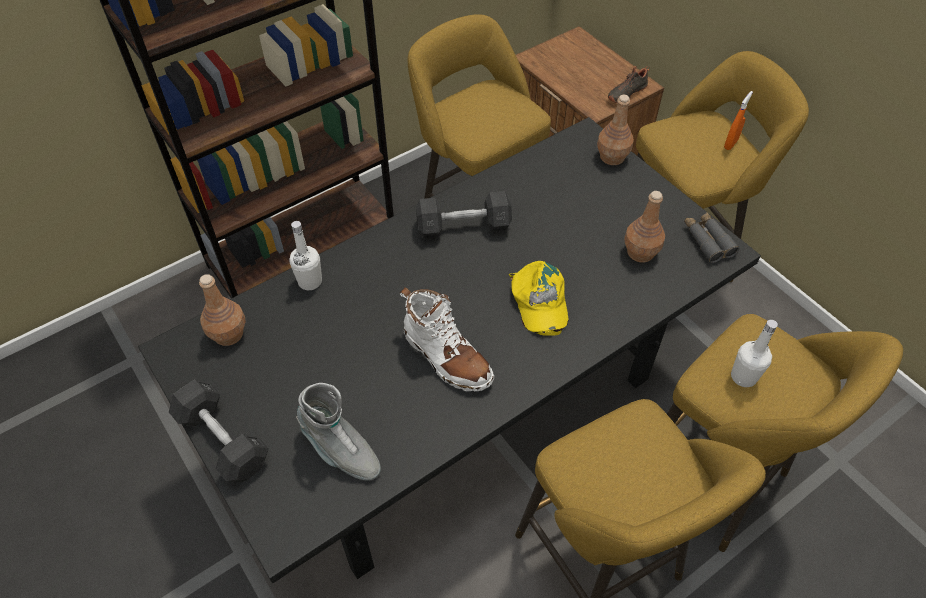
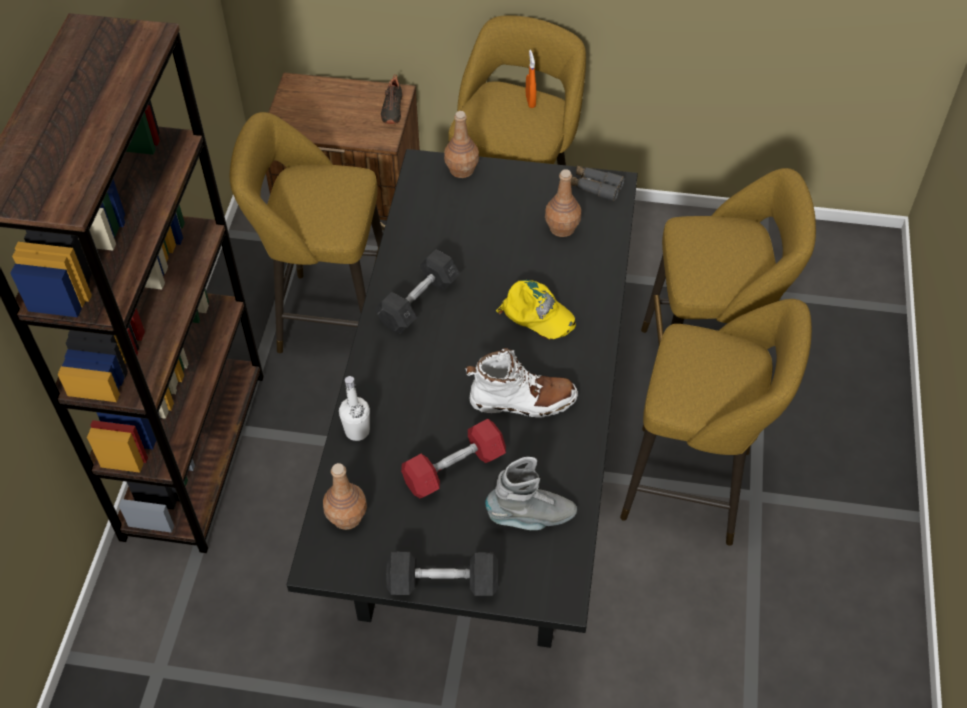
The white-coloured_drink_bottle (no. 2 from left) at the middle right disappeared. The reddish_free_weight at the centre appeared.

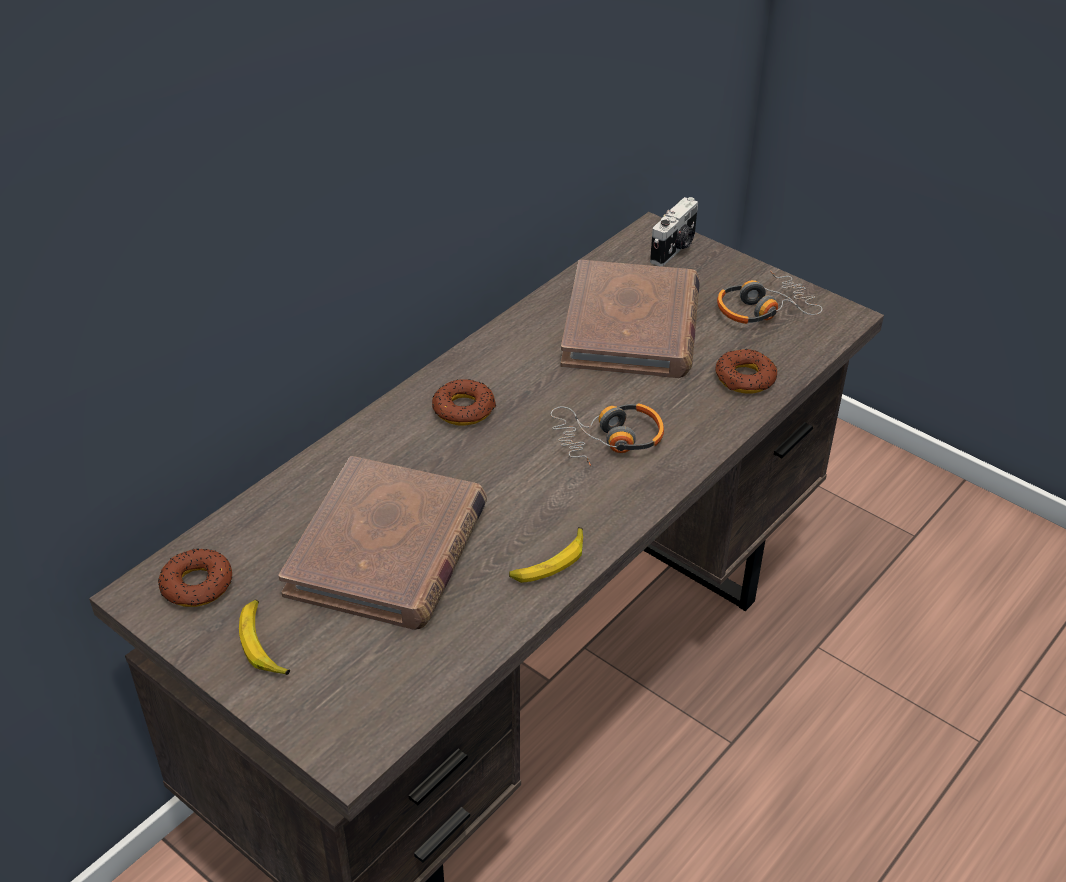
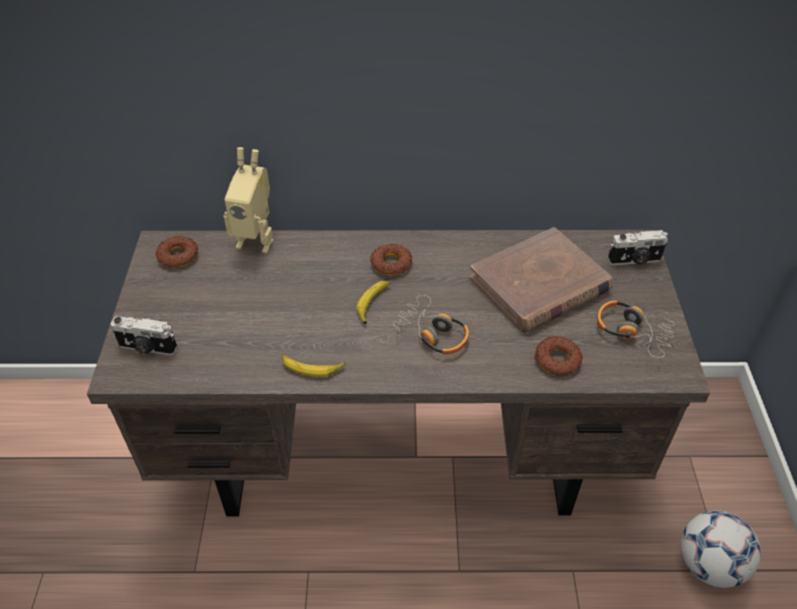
The brown-coloured_bound_book (no. 1 from left) at the centre disappeared. The whole_banana (no. 1 from left in the first image) moved from the bottom left to the centre. The robot_figure at the top left appeared. The photo_camera (no. 1 from left) at the middle left appeared. The football at the bottom right appeared.

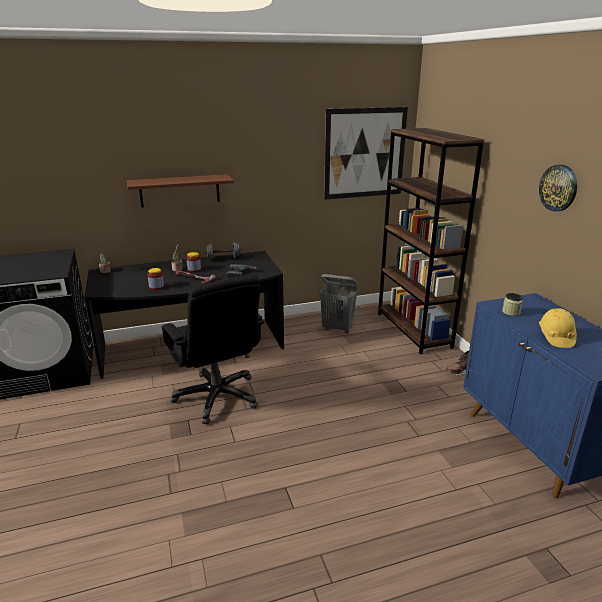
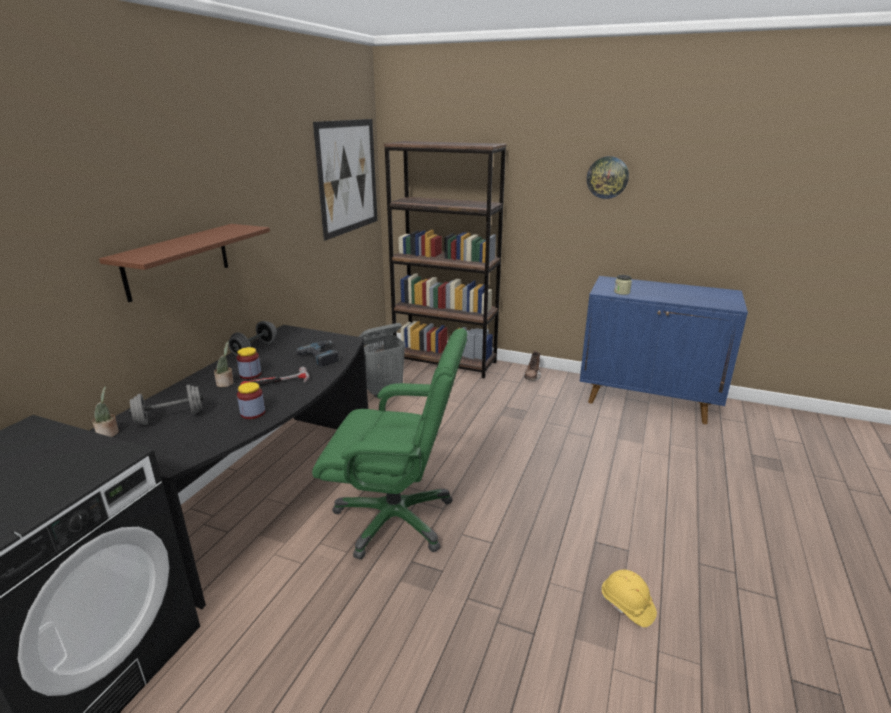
The black_computer_chair at the centre became the greenish_computer_chair at the centre. The yellow-coloured_safety_helmet moved from the middle right to the bottom right. The gray_free_weight (no. 1 from left) at the middle left appeared.

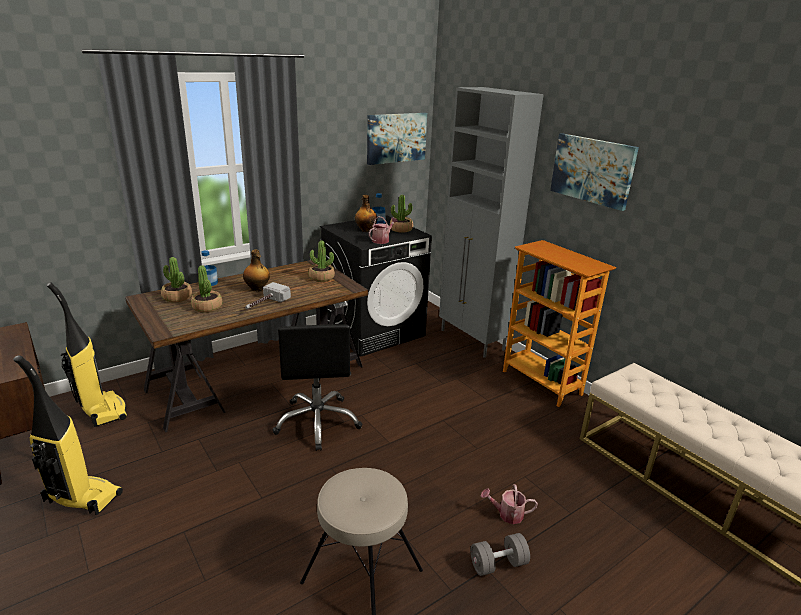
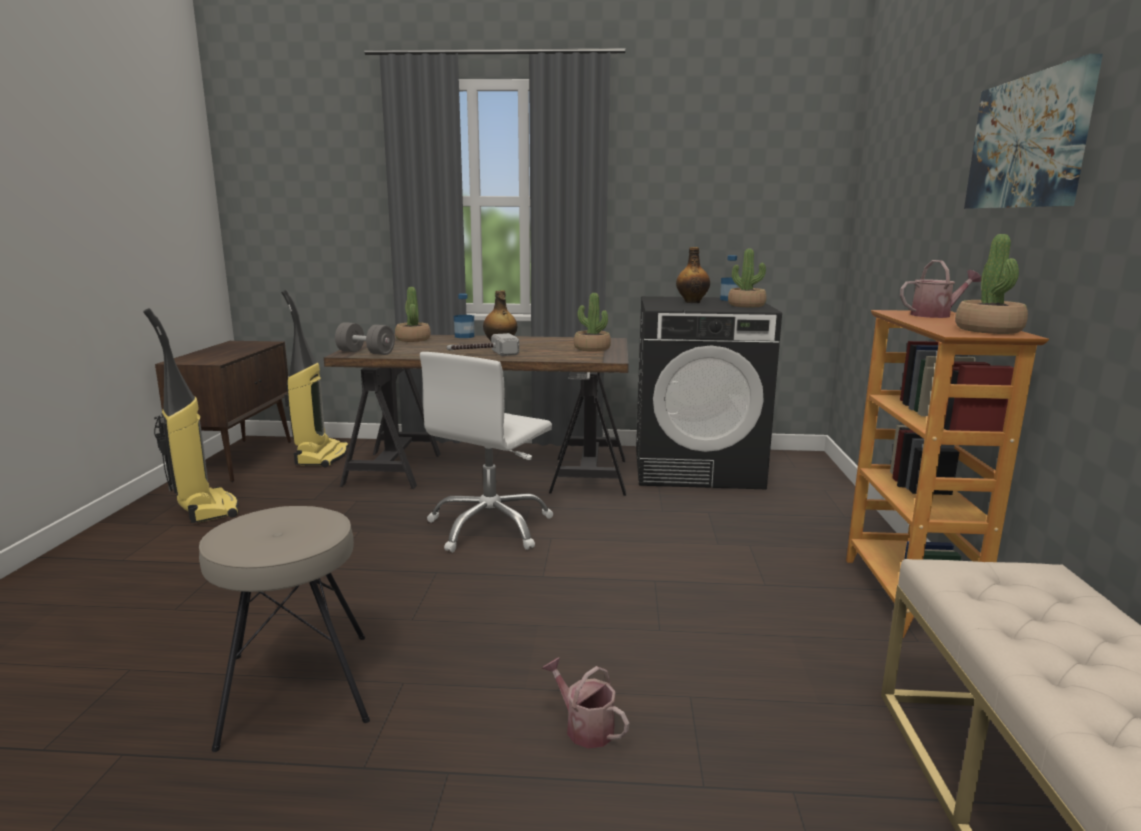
The gray_storage_cabinet at the centre disappeared. The picture (no. 1 from left) at the top centre disappeared. The watering_pot (no. 1 from left in the first image) moved from the centre to the middle right. The plant_in_a_pot (no. 2 from left in the first image) moved from the middle left to the middle right. The black_computer_chair at the centre became the white-coloured_computer_chair at the centre. The gray_free_weight moved from the bottom centre to the middle left.

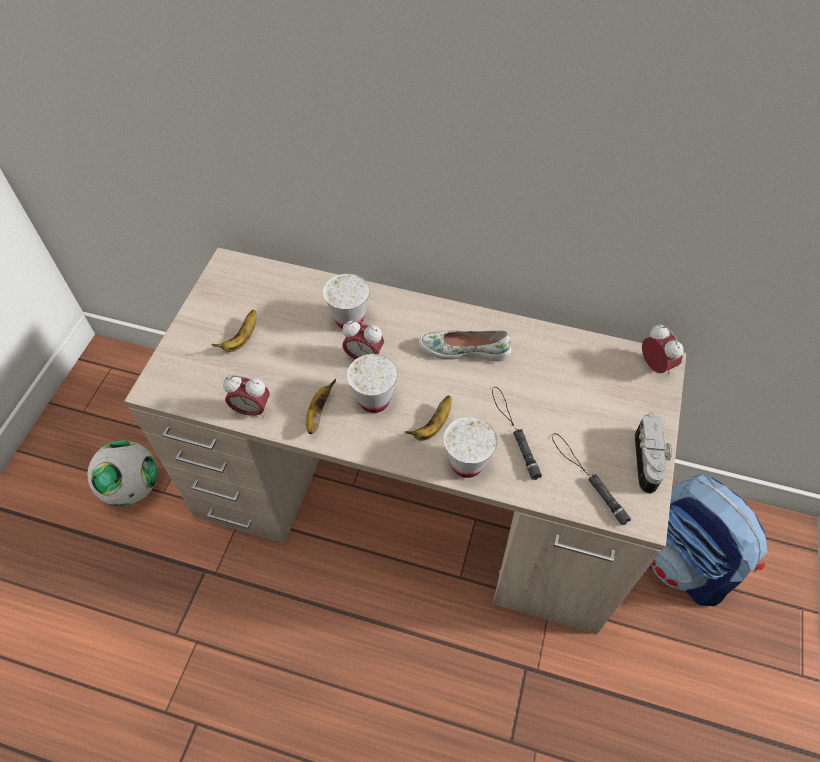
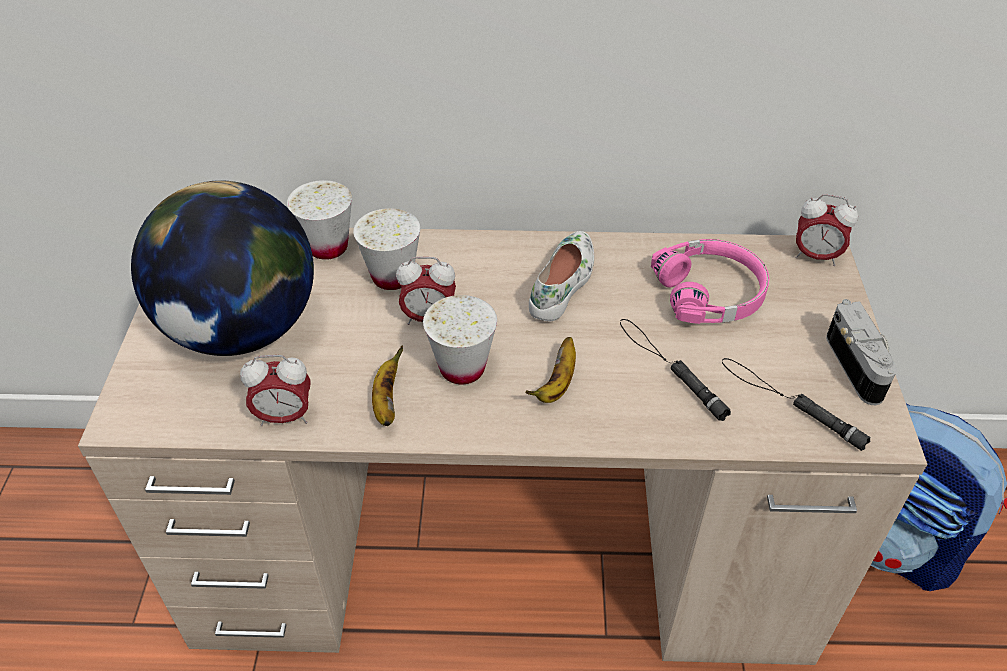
The whole_banana (no. 1 from left) at the middle left was replaced by the globe at the middle left. The bedside_clock (no. 3 from left) at the middle right turned 150 degrees clockwise. The white-coloured_shoe at the centre turned 120 degrees clockwise. The white-coloured_drinking_cup (no. 3 from left in the first image) moved from the centre to the top left. The football at the middle left disappeared. The pink-coloured_pair_of_headphones at the middle right appeared.

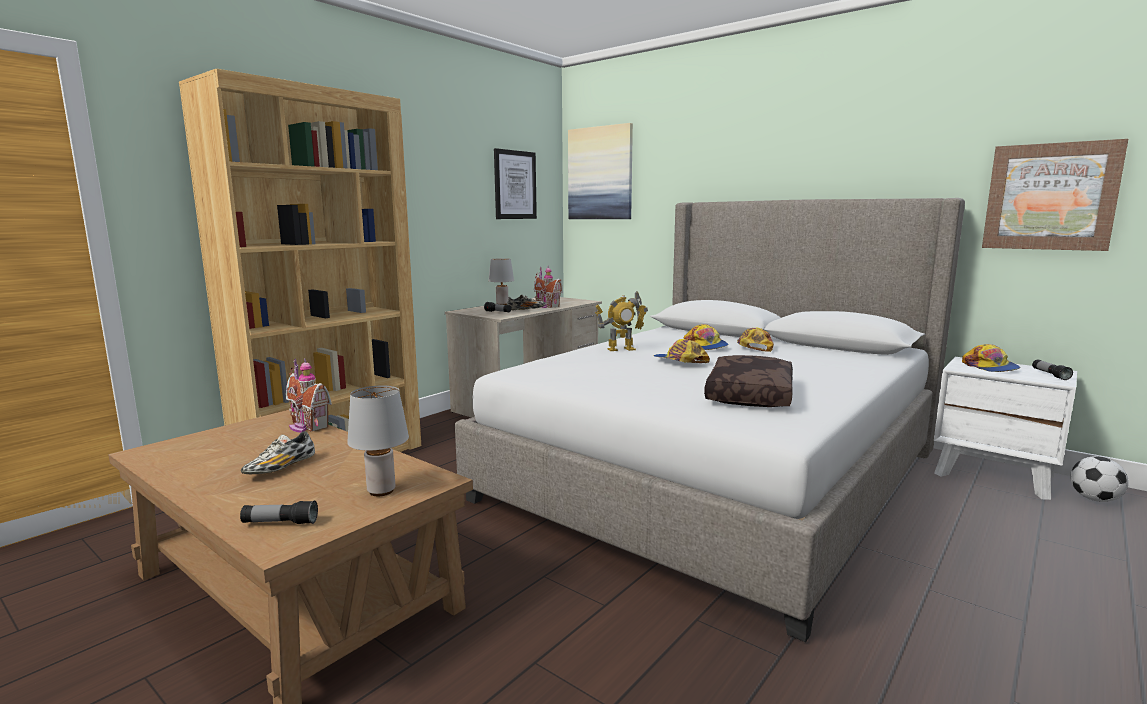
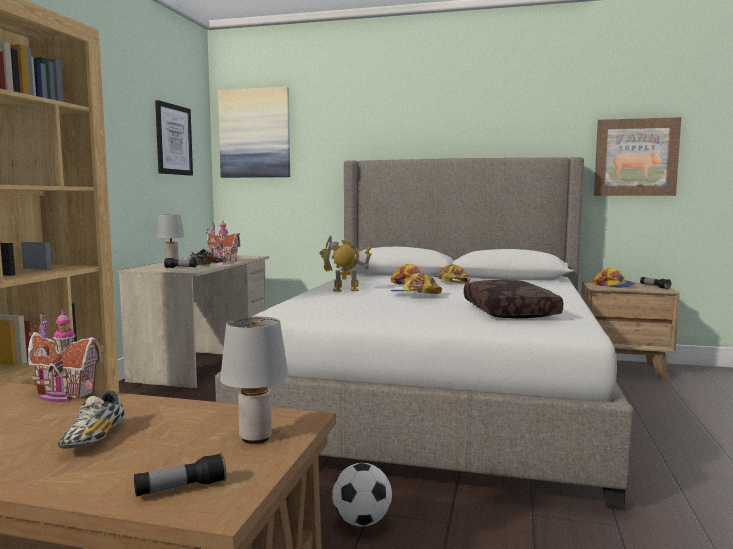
The robot_figure at the centre turned 150 degrees counterclockwise. The white-coloured_nightstand at the middle right became the brown-coloured_nightstand at the middle right. The football moved from the bottom right to the bottom centre.

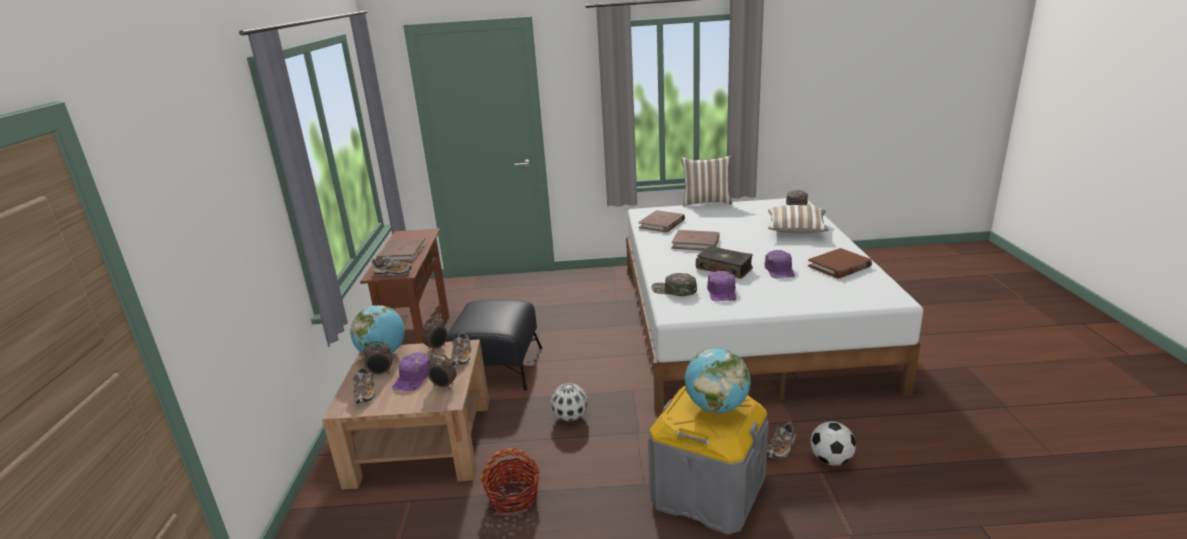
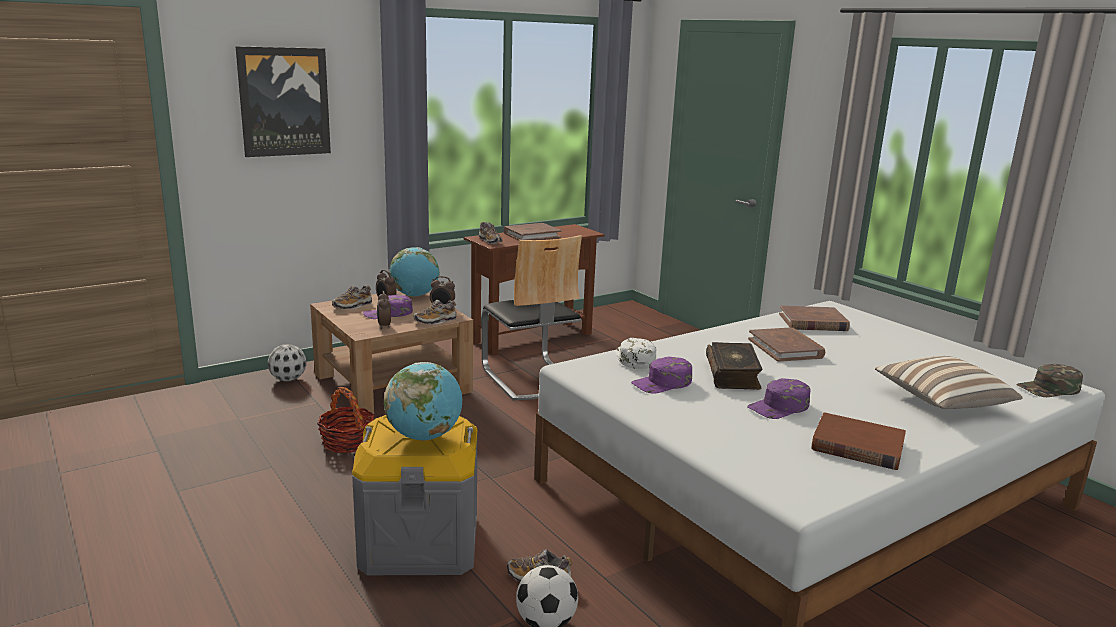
The throw_pillow (no. 1 from left) at the centre disappeared. The greenish_cap (no. 1 from left) at the centre became the white-coloured_cap at the centre. The black_ottoman at the centre was replaced by the plain_chair at the centre. The football (no. 1 from left) moved from the bottom centre to the middle left. The picture at the top left appeared.

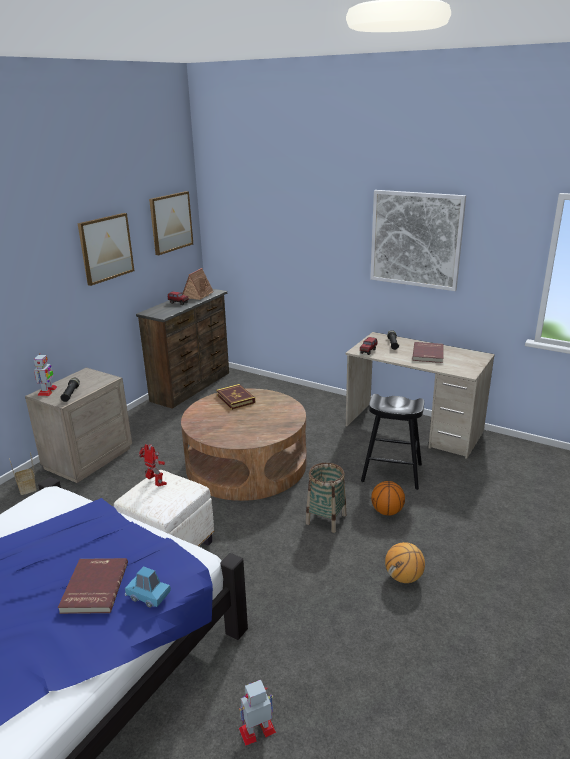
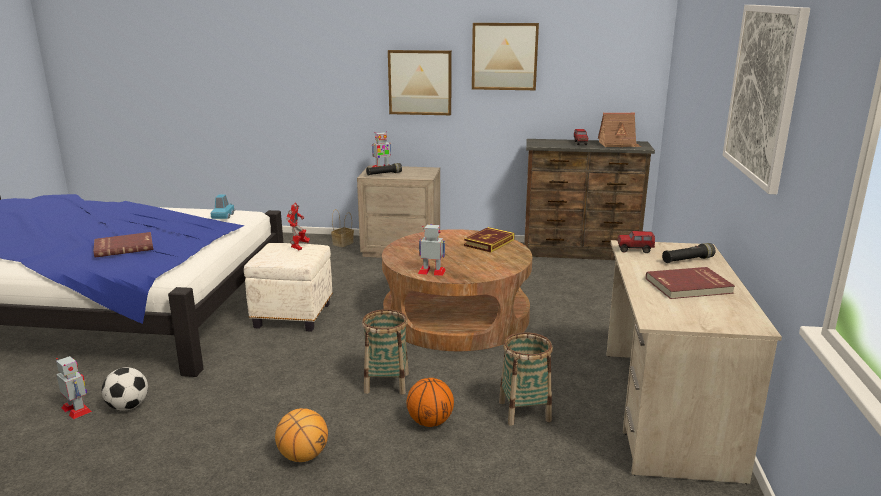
The picture (no. 2 from left in the first image) moved from the top left to the top centre. The black_stool_seat at the middle right was replaced by the household_basket (no. 3 from left) at the bottom centre. The blue-coloured_toy_car moved from the bottom left to the middle left. The robot_figure (no. 4 from left) at the centre appeared. The football at the bottom left appeared.

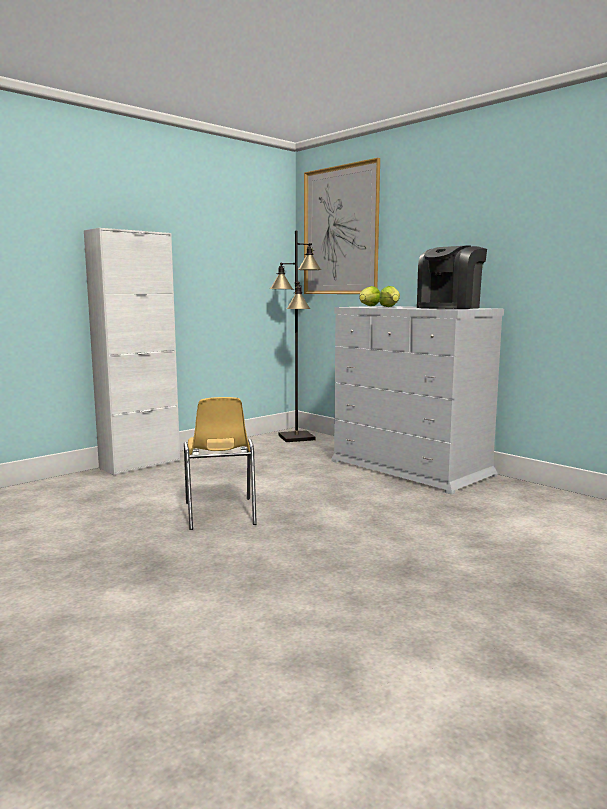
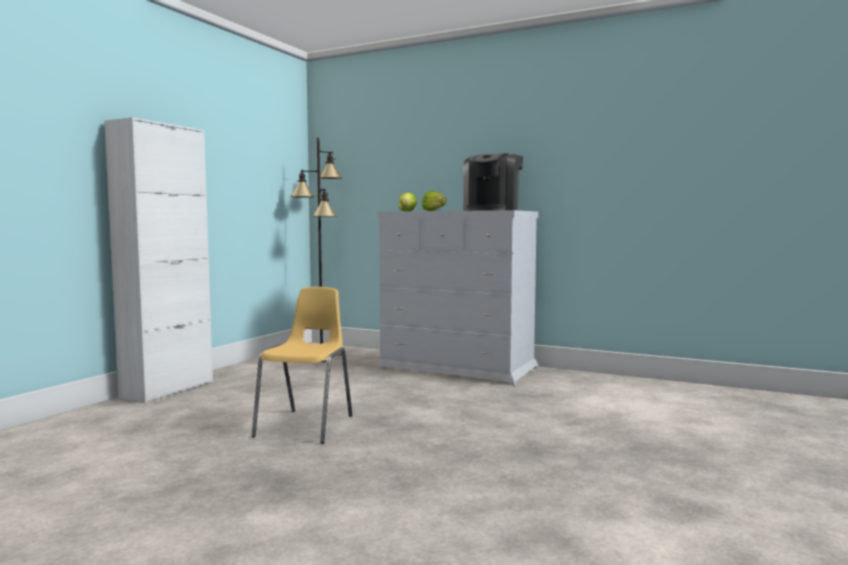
The picture at the top centre disappeared. The yellow-coloured_plain_chair at the centre turned 135 degrees counterclockwise.

